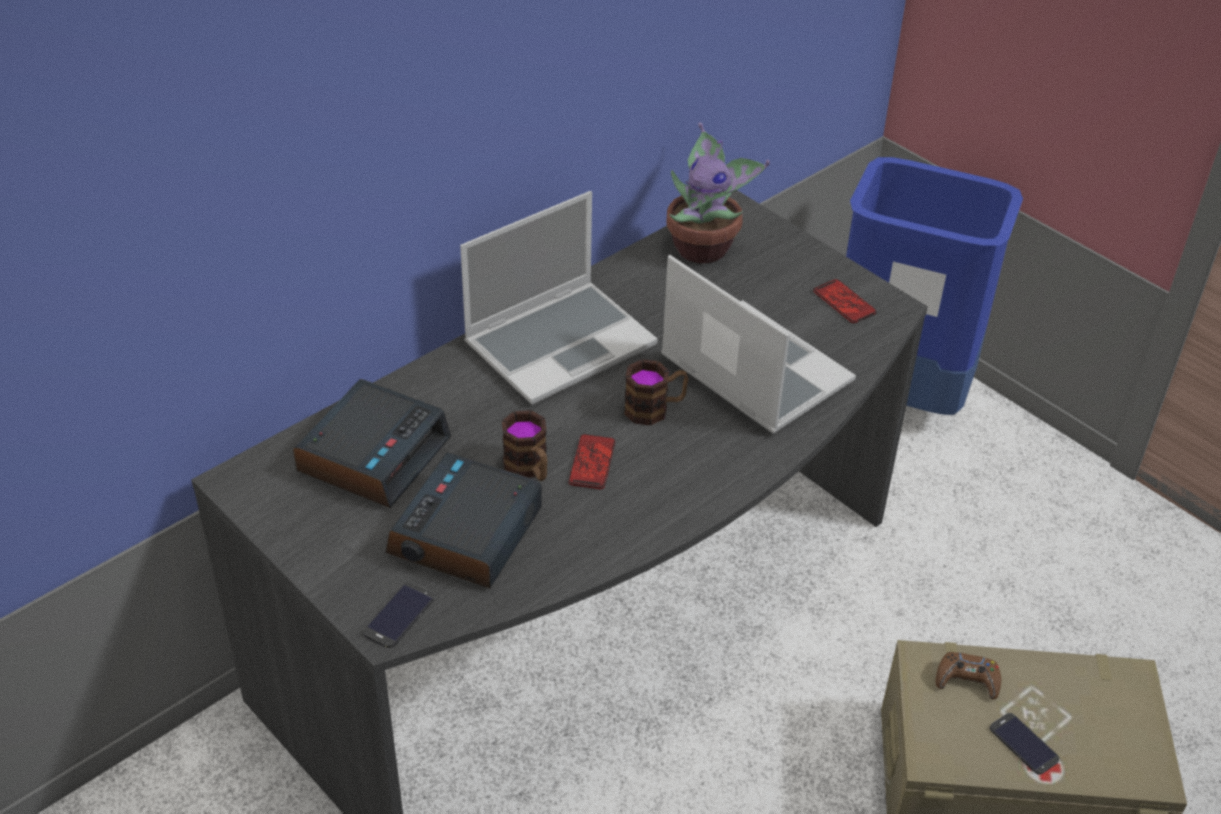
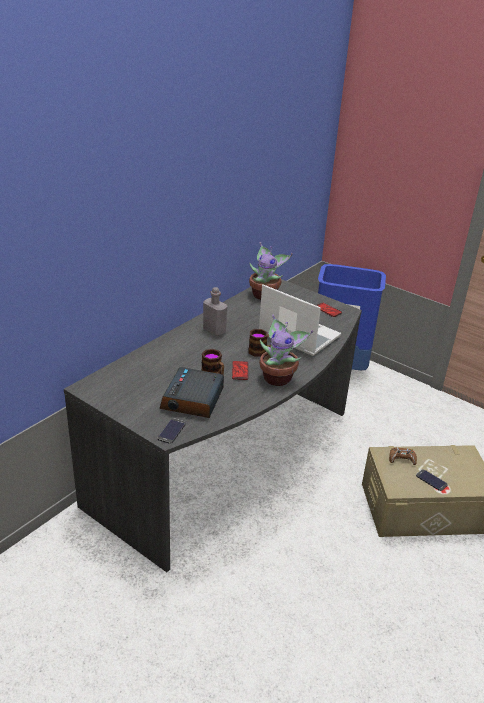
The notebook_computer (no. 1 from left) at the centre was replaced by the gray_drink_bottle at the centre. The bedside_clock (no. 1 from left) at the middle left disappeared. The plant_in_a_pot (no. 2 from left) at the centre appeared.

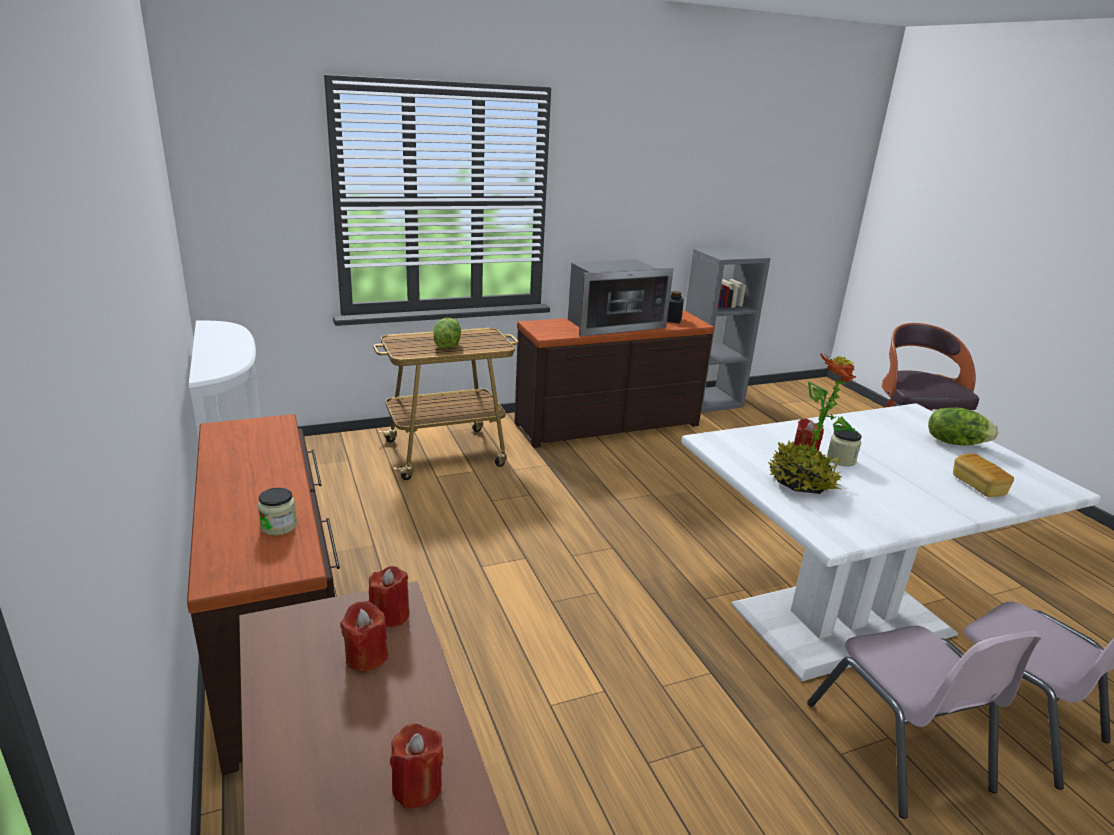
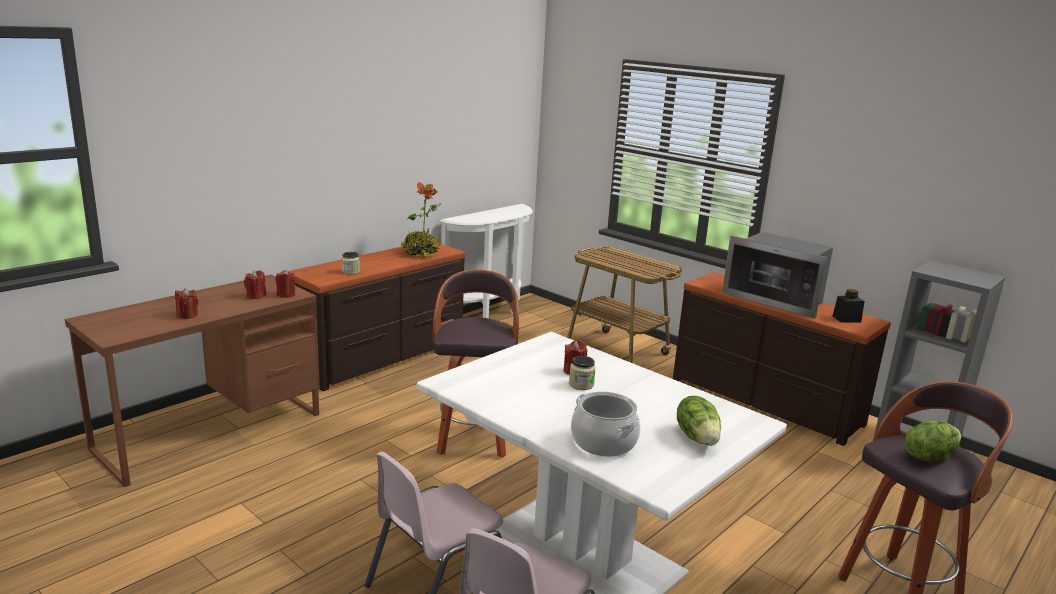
The lettuce (no. 1 from left in the first image) moved from the centre to the bottom right. The plant_in_a_pot moved from the middle right to the centre. The bakery_bread at the middle right was replaced by the cooking_pot at the bottom centre. The stool_seat (no. 1 from left) at the centre appeared.

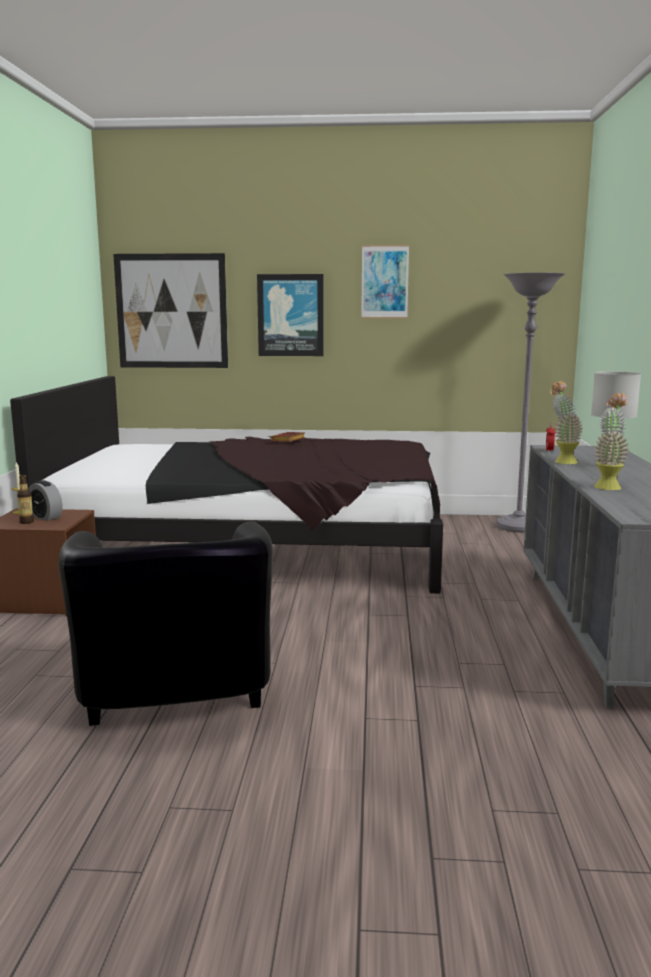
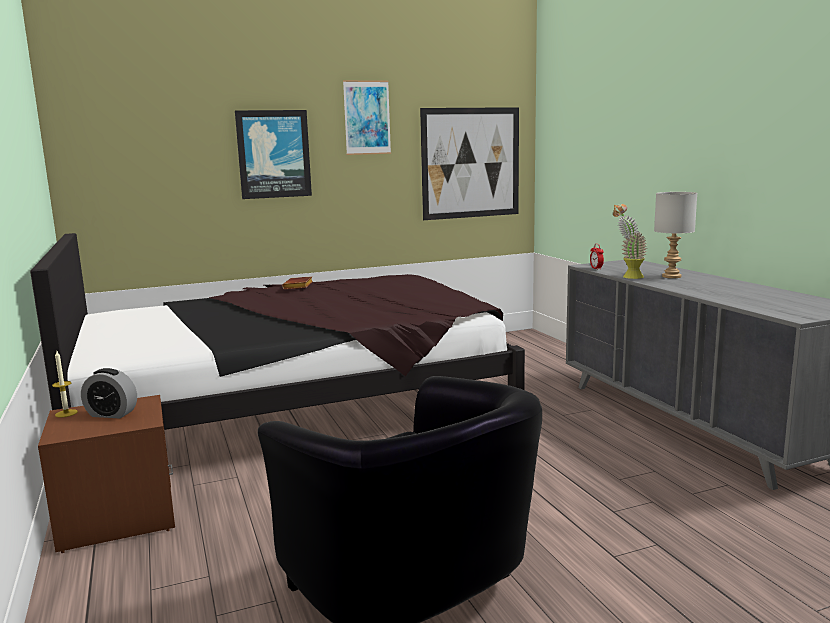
The picture (no. 1 from left in the first image) moved from the top left to the top centre. The gray_standing_lamp at the middle right disappeared. The plant_in_a_pot (no. 2 from left) at the middle right disappeared. The drink_bottle at the middle left disappeared.

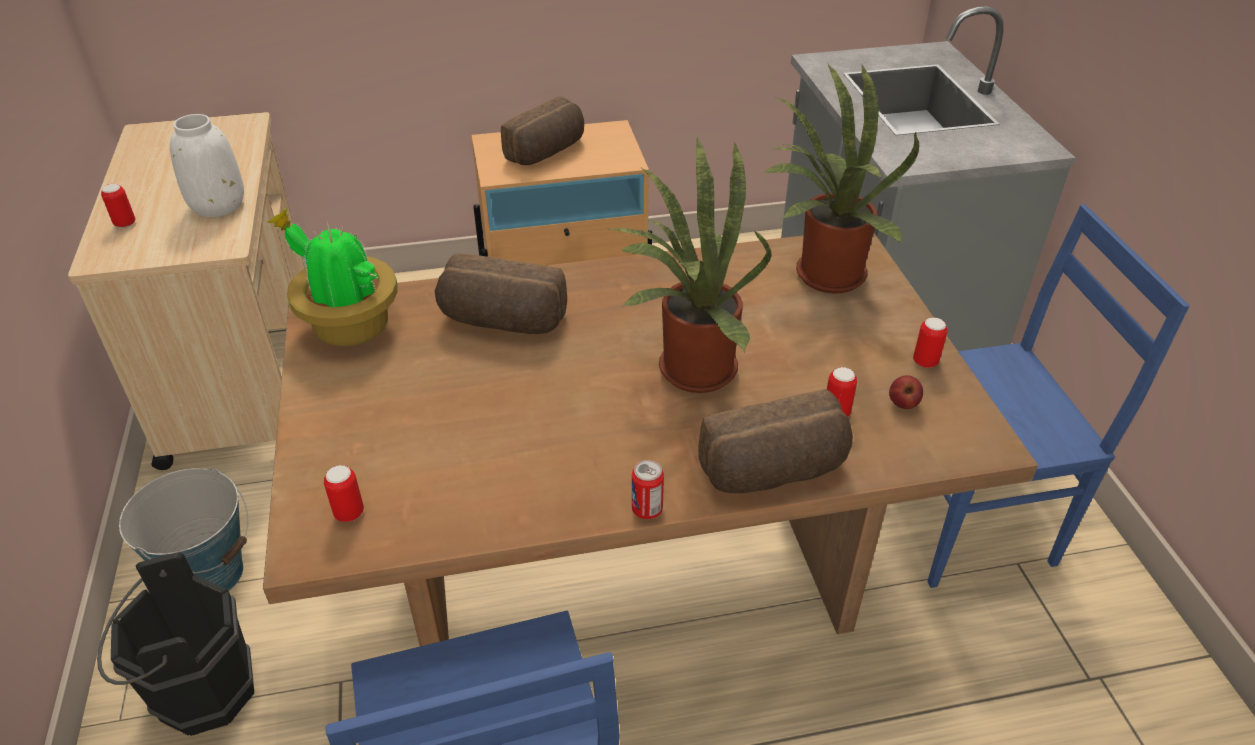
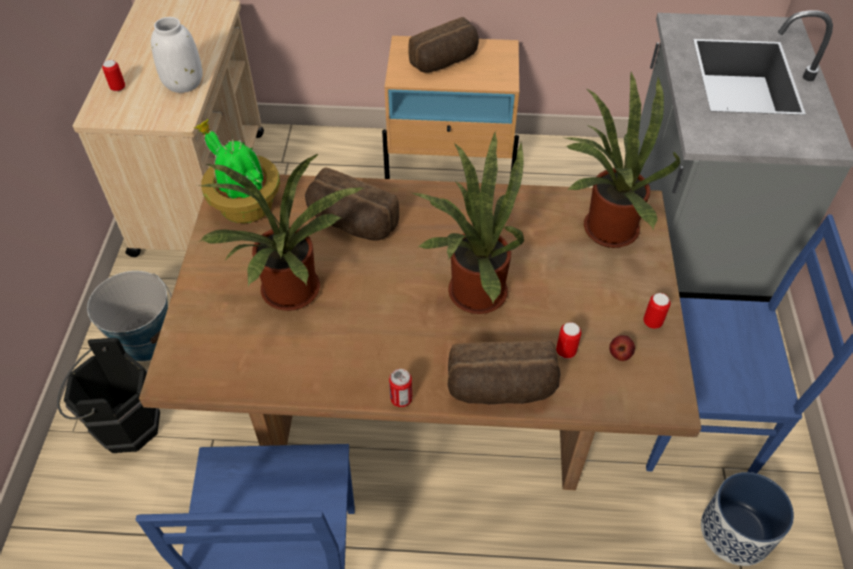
The metal_can (no. 2 from left) at the middle left disappeared. The plant_in_a_pot (no. 2 from left) at the middle left appeared. The planter at the bottom right appeared.

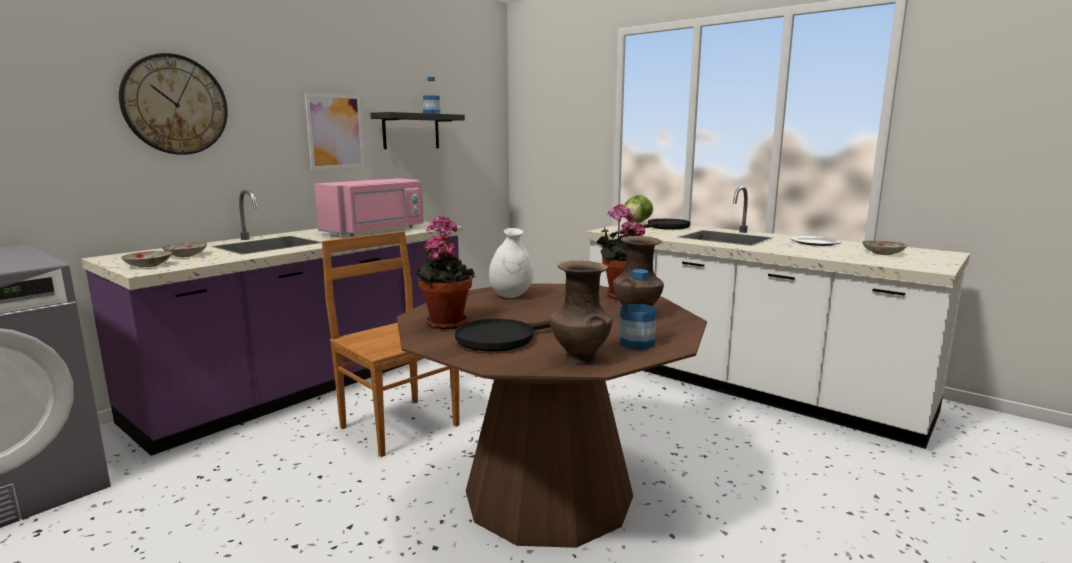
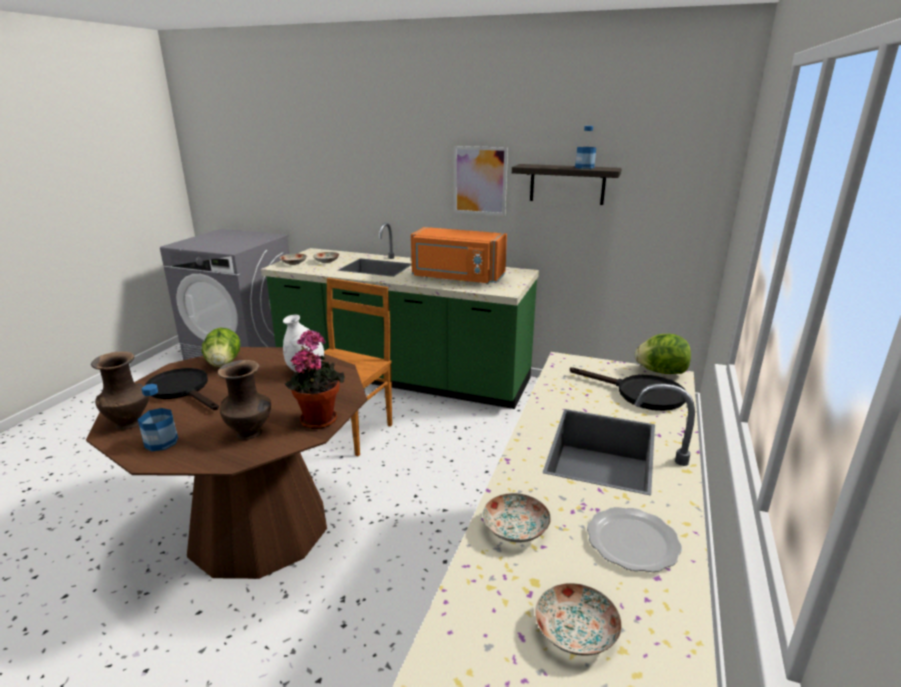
The hanging_clock at the top left disappeared. The pink-coloured_microwave_oven at the centre became the orangey_microwave_oven at the centre. The purplish_kitchen_base_unit at the middle left became the greenish_kitchen_base_unit at the centre. The plant_in_a_pot (no. 1 from left) at the centre was replaced by the lettuce (no. 1 from left) at the middle left. The plate (no. 3 from left) at the bottom centre appeared.

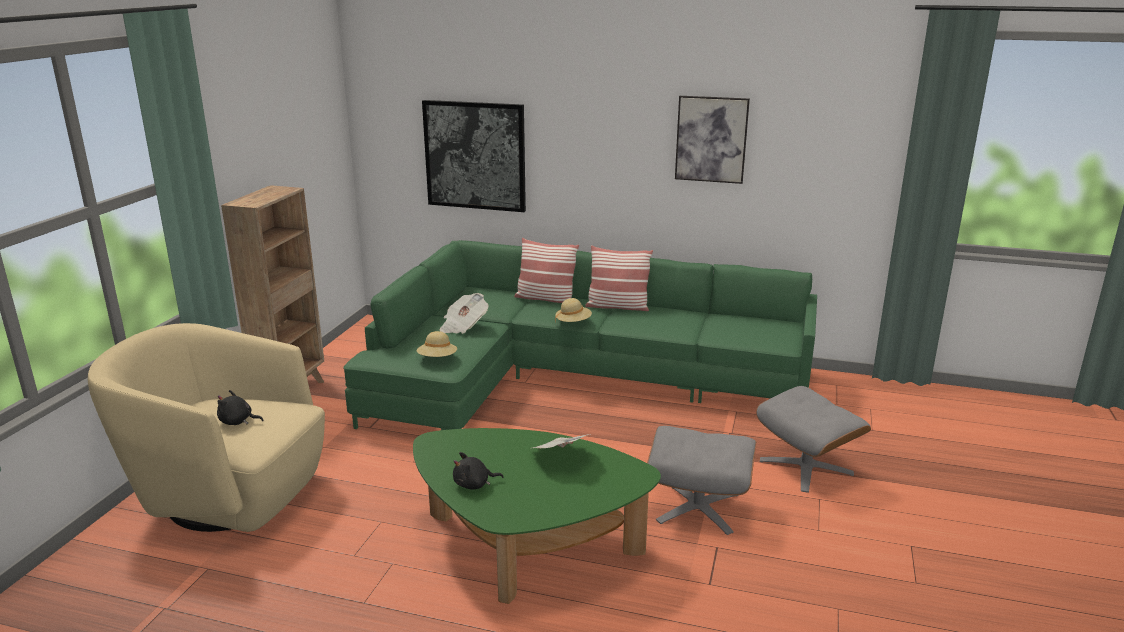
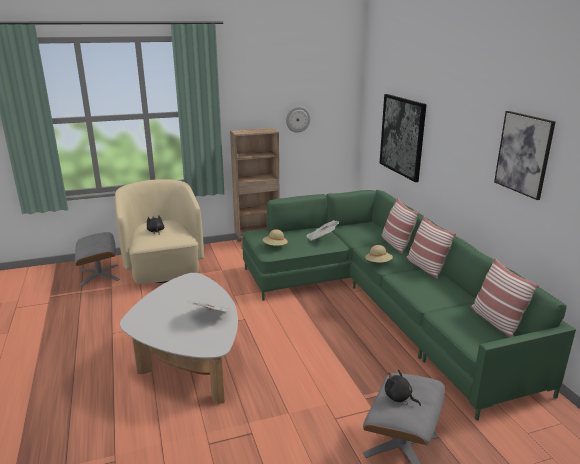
The gray_ottoman (no. 1 from left) moved from the bottom centre to the middle left. The greenish_lounge_table at the bottom centre became the white-coloured_lounge_table at the bottom left. The black_soft_toy (no. 2 from left) moved from the bottom centre to the bottom right. The hanging_clock at the top centre appeared. The throw_pillow (no. 3 from left) at the middle right appeared.

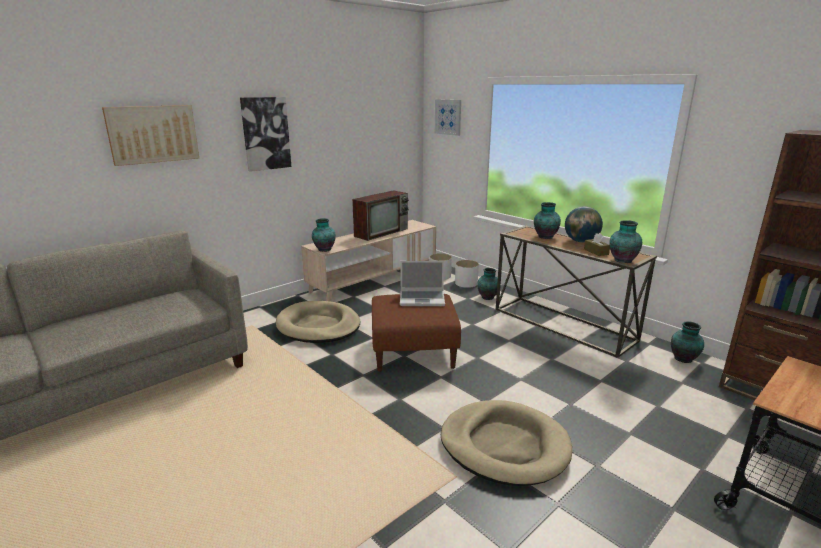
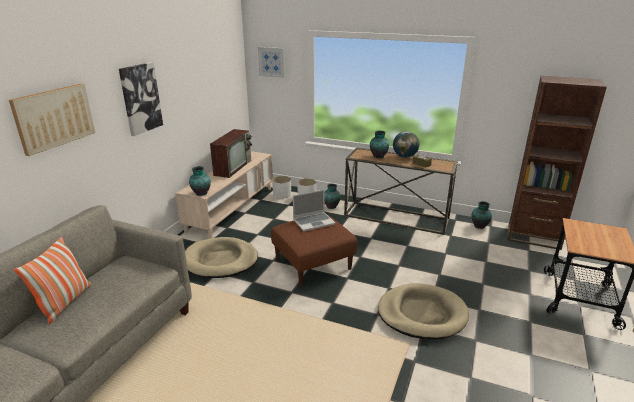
The flower_vase (no. 4 from left) at the middle right disappeared. The throw_pillow at the bottom left appeared.

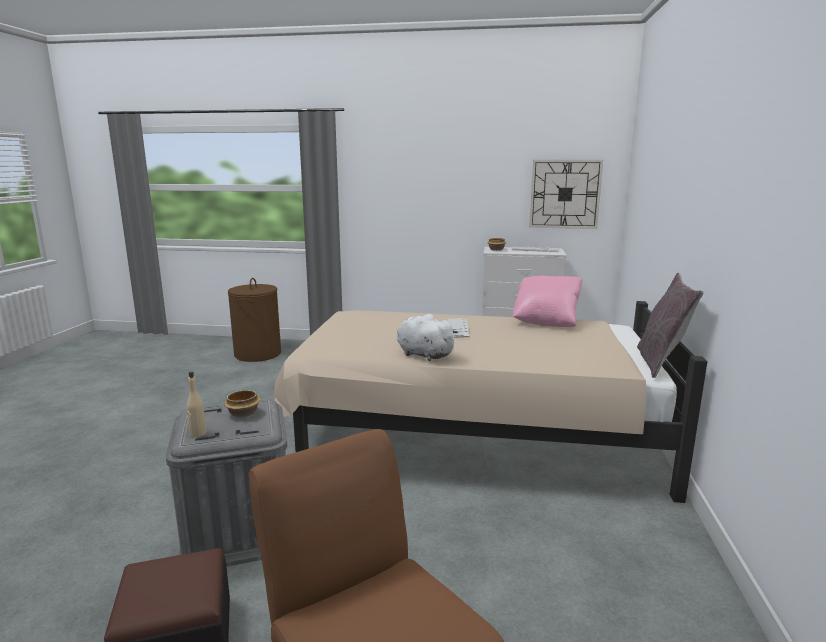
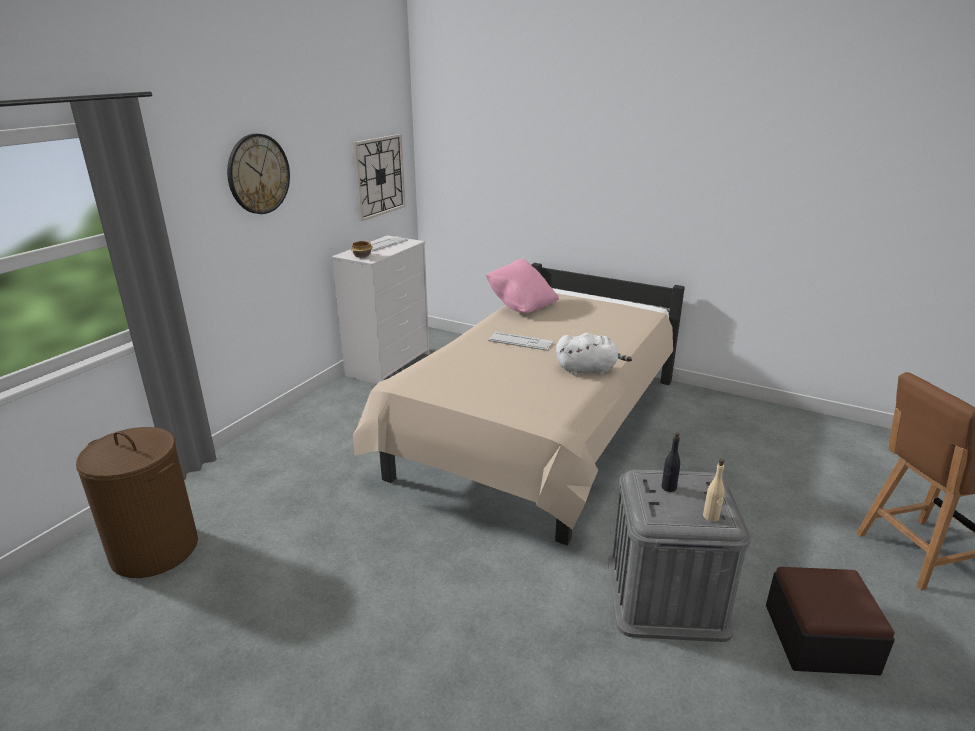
The gray_throw_pillow at the middle right disappeared. The white-coloured_soft_toy at the centre turned 150 degrees counterclockwise. The deep_dish (no. 1 from left) at the middle left was replaced by the black_drink_bottle at the middle right. The hanging_clock (no. 1 from left) at the top left appeared.

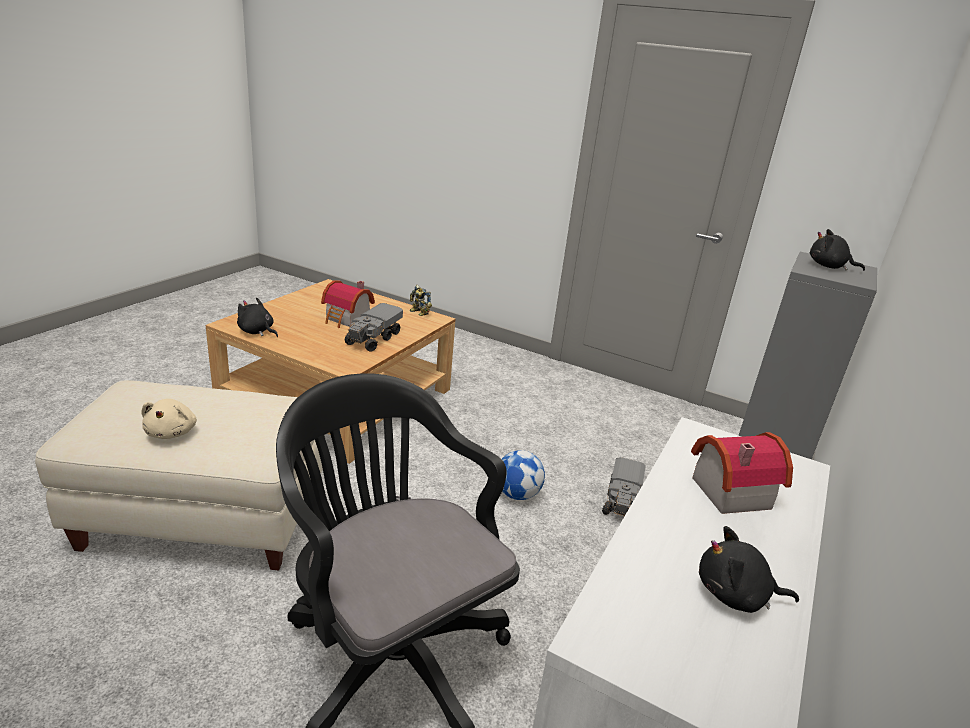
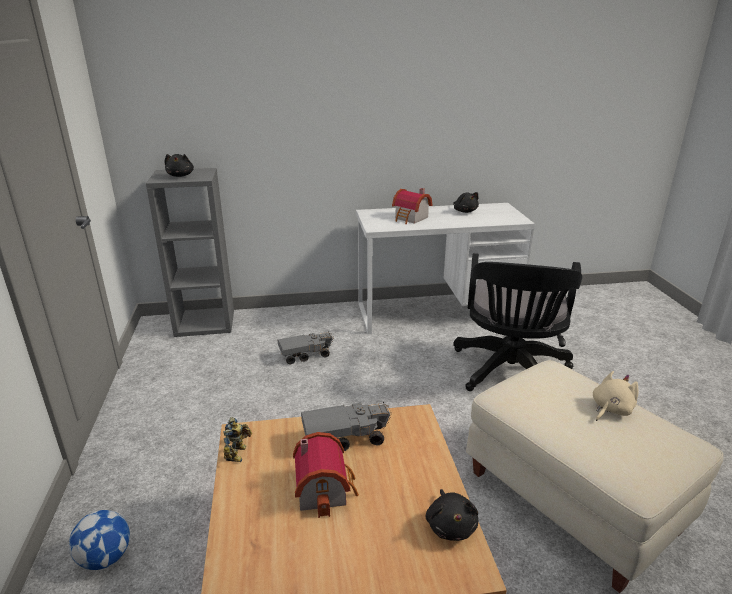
The football moved from the centre to the bottom left.

